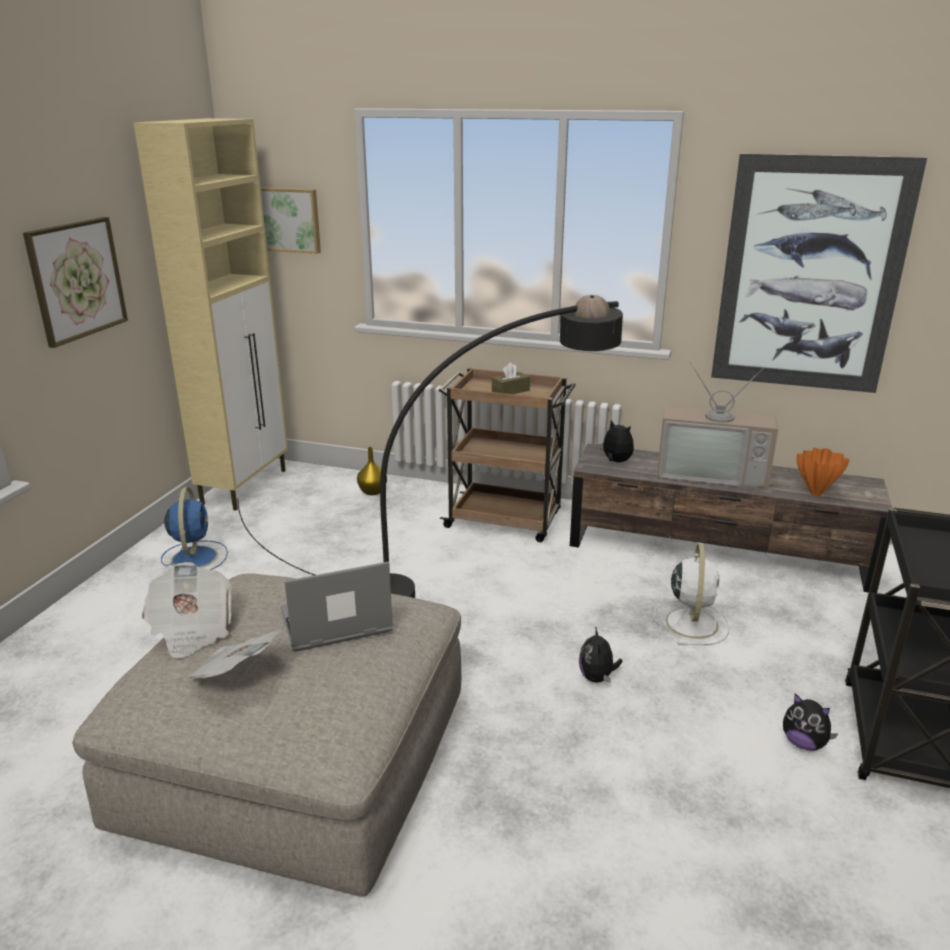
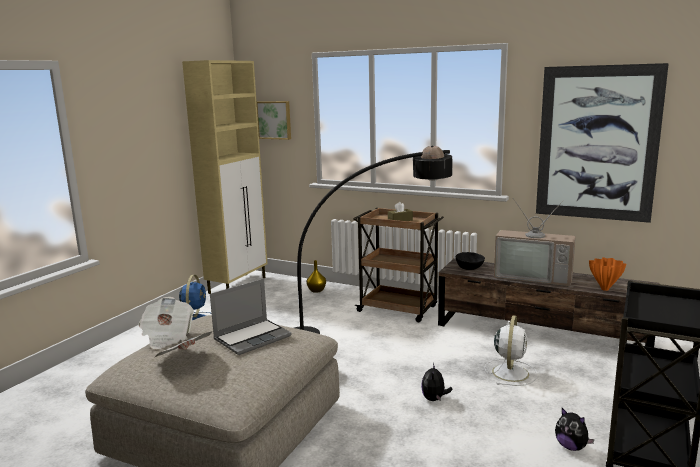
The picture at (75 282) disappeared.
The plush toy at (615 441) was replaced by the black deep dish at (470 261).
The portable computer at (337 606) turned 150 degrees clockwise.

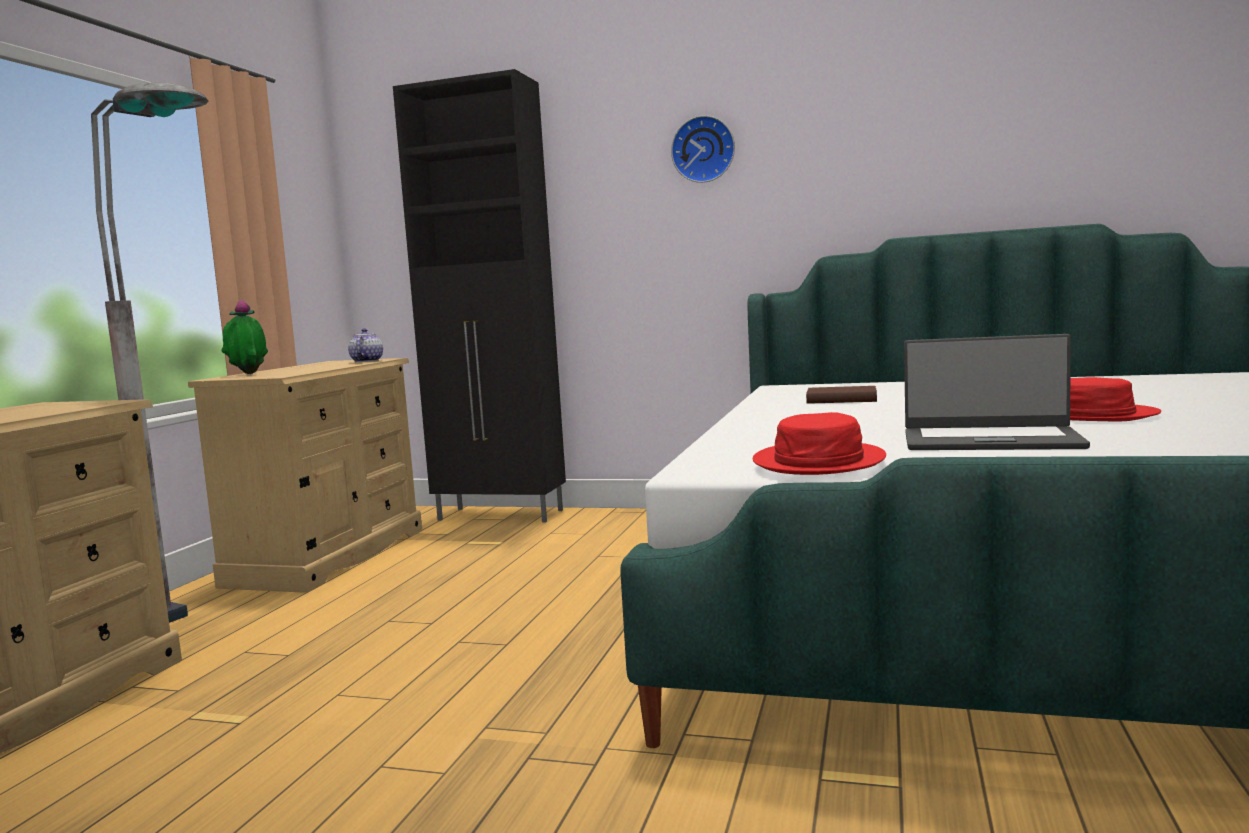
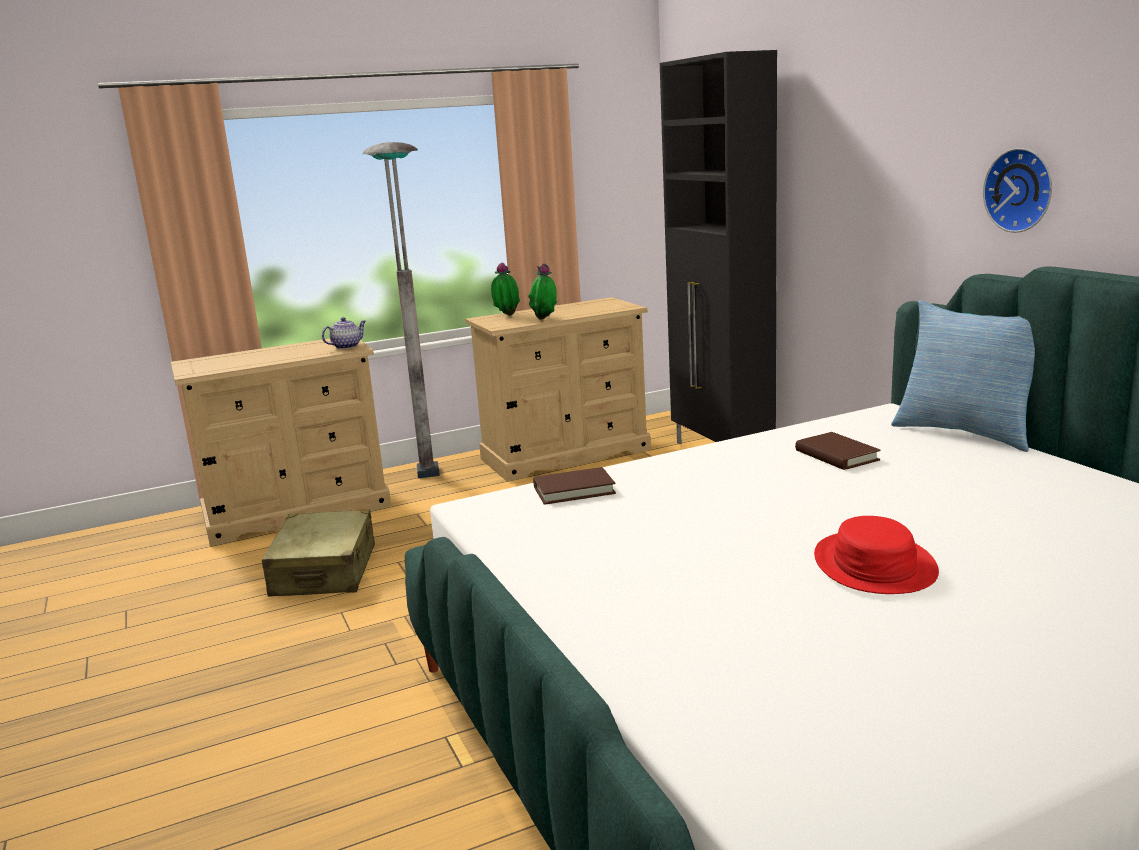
The hanging clock moved from (703 149) to (1017 190).
The teapot moved from (365 345) to (344 333).
The portable computer at (997 392) disappeared.
The red-coloured clothing hat at (819 443) disappeared.
The houseplant at (542 291) appeared.
The throw pillow at (963 376) appeared.
The brown book at (574 486) appeared.
The beige-coloured travel case at (318 553) appeared.

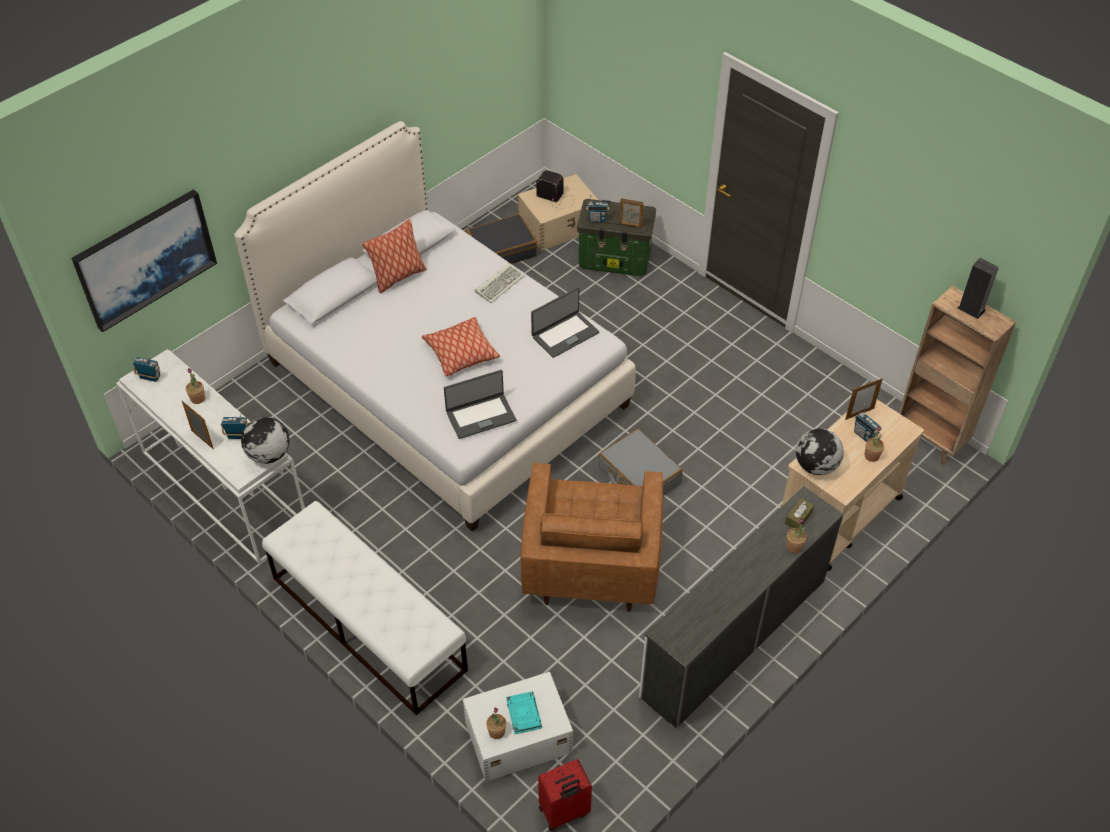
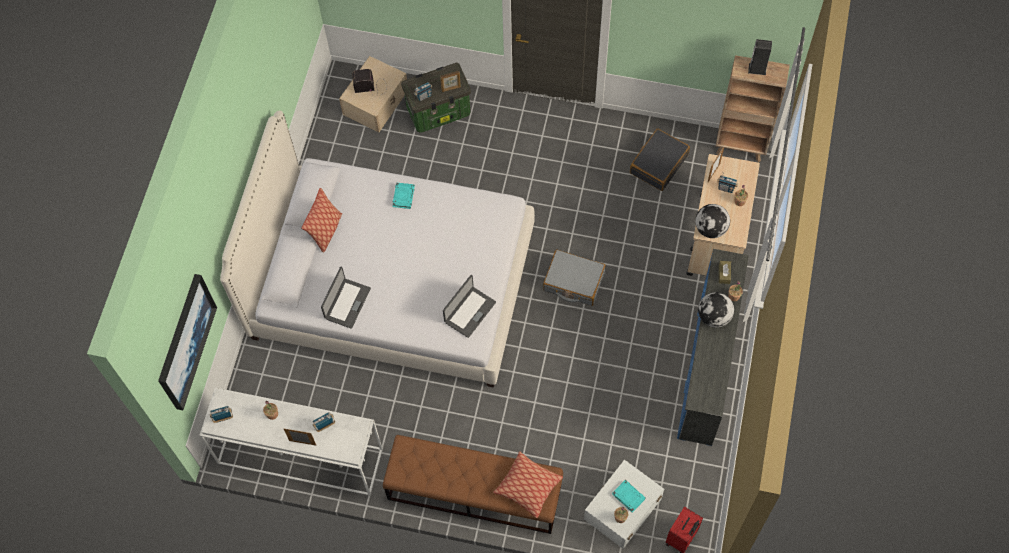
The black travel case moved from (501 239) to (660 159).
The PC keyboard at (500 282) was replaced by the turquoise book at (403 195).
The portable computer moved from (565 322) to (346 297).
The throw pillow moved from (461 346) to (528 484).
The world globe moved from (265 440) to (716 310).
The brown lounge chair at (591 537) disappeared.
The white-coloured chest of drawers at (741 607) became the blue-coloured chest of drawers at (713 347).
The white-coloured long seat at (365 608) became the brown long seat at (473 484).

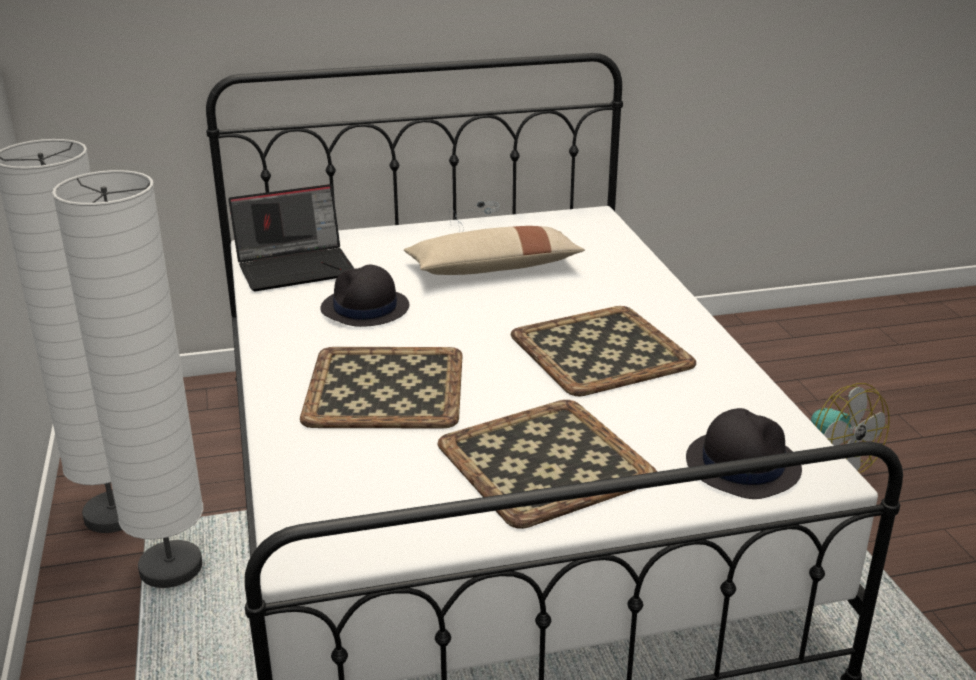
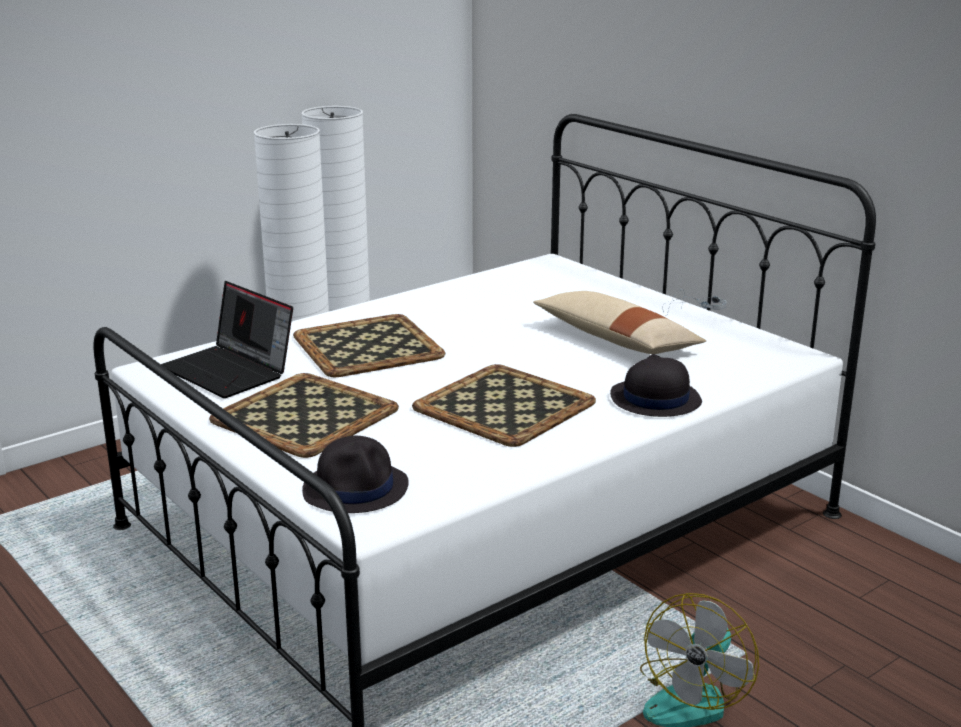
The portable computer moved from (291 237) to (227 339).
The black clothing hat moved from (365 296) to (656 385).

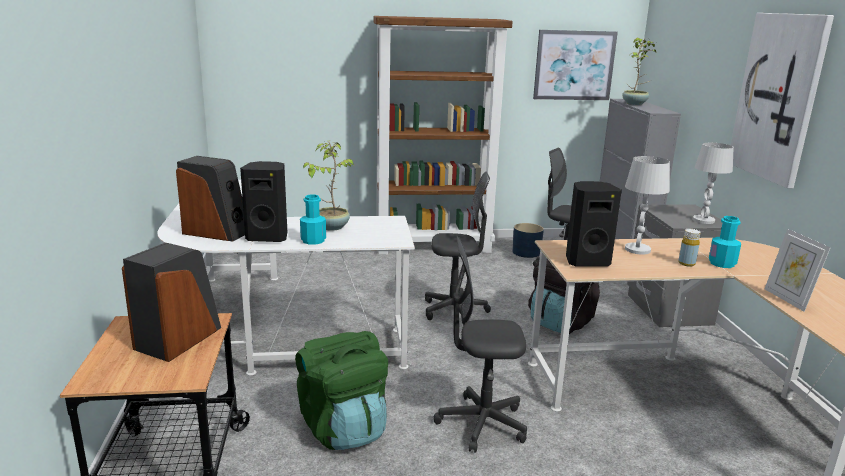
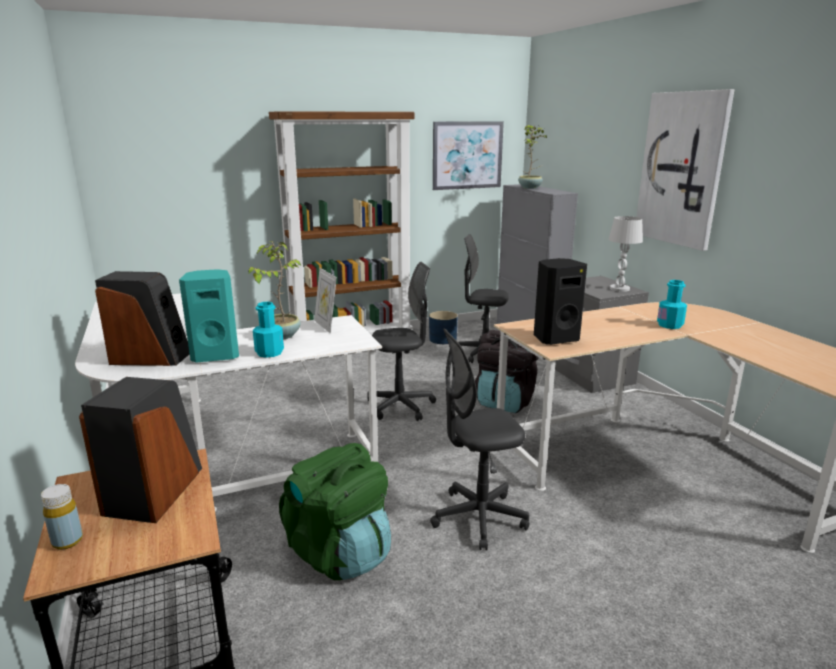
The white-coloured table lamp at (647 205) disappeared.
The black audio speaker at (263 201) became the turquoise audio speaker at (209 316).
The yellow-coloured bottle moved from (689 248) to (62 517).
The standing frame moved from (798 270) to (325 300).

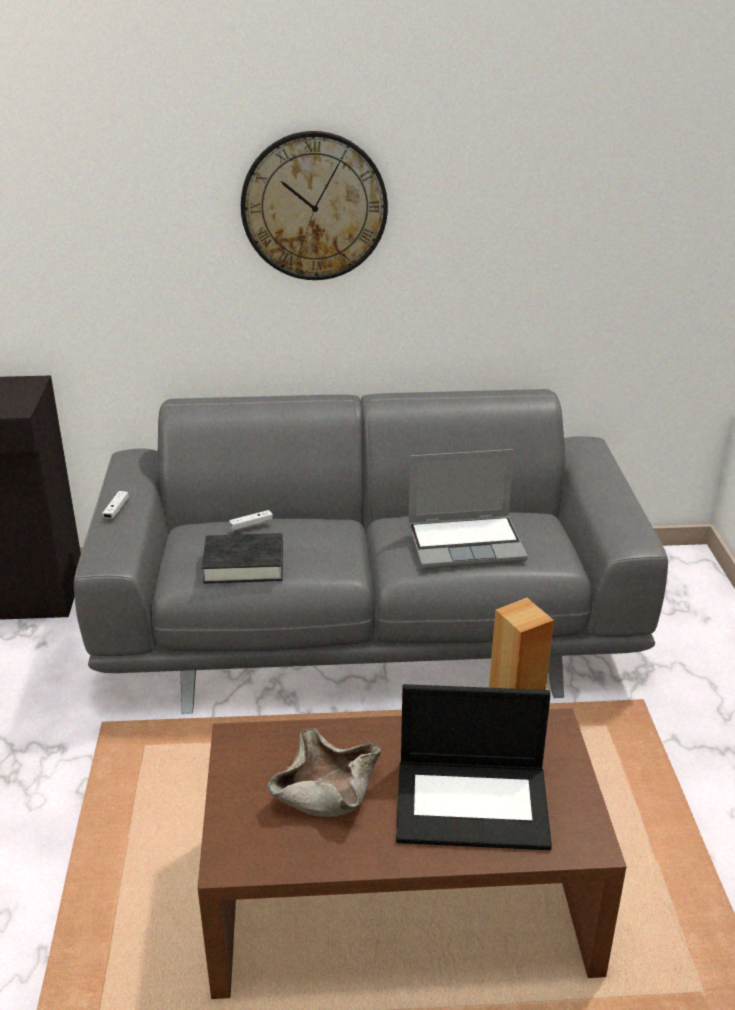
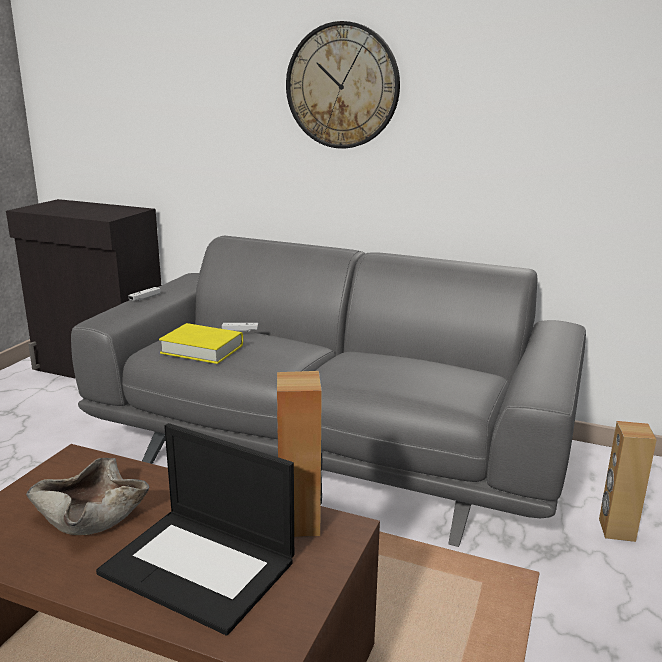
The portable computer at (468 509) disappeared.
The black book at (242 558) became the yellow-coloured book at (201 343).
The brown audio speaker at (628 481) appeared.

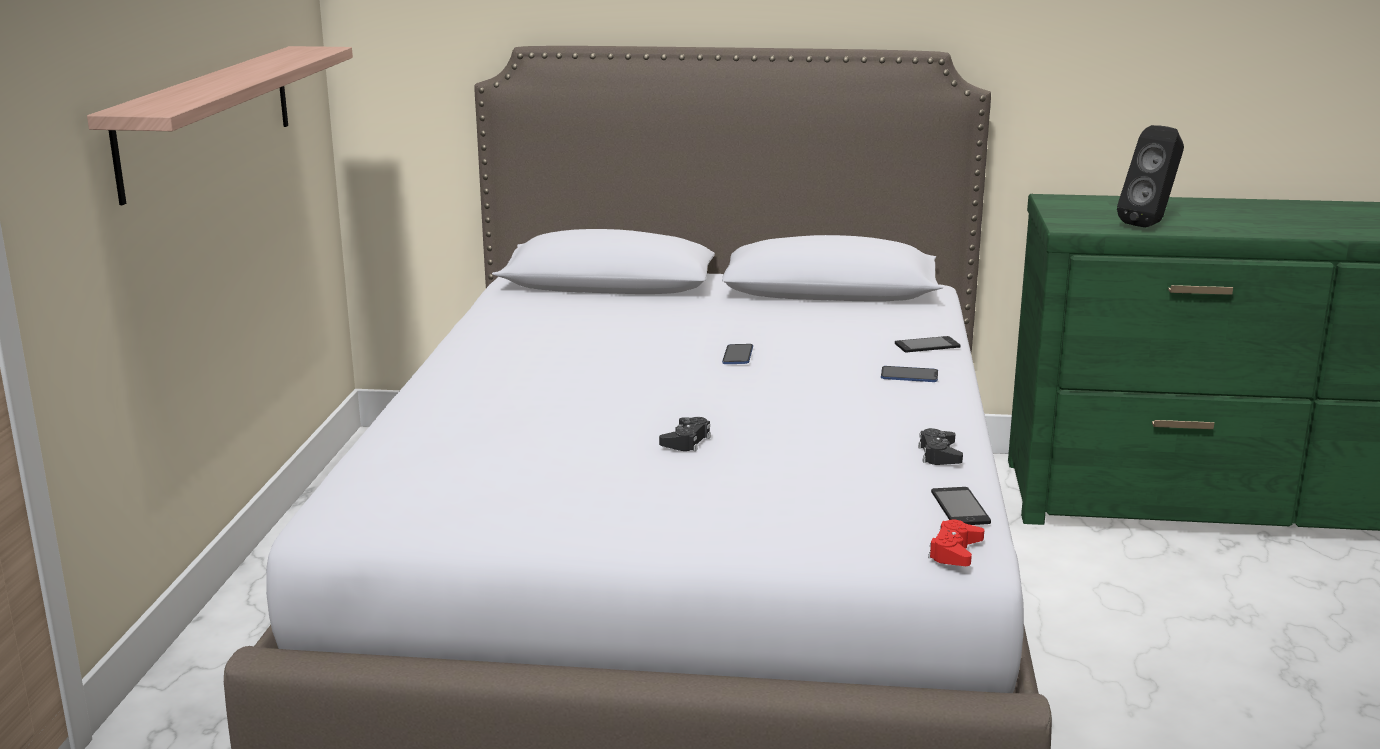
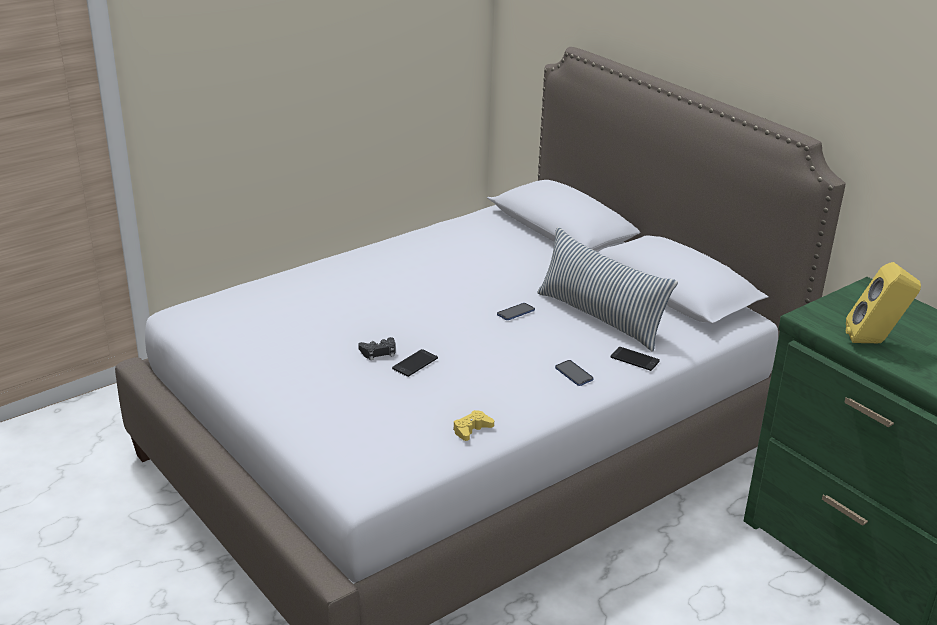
The bracket shelf at (220 125) disappeared.
The black audio speaker at (1150 176) became the yellow-coloured audio speaker at (883 302).
The black joypad at (940 446) became the yellow-coloured joypad at (473 425).
The telephone moved from (961 506) to (415 363).
The red-coloured joypad at (956 543) disappeared.
The throw pillow at (607 289) appeared.

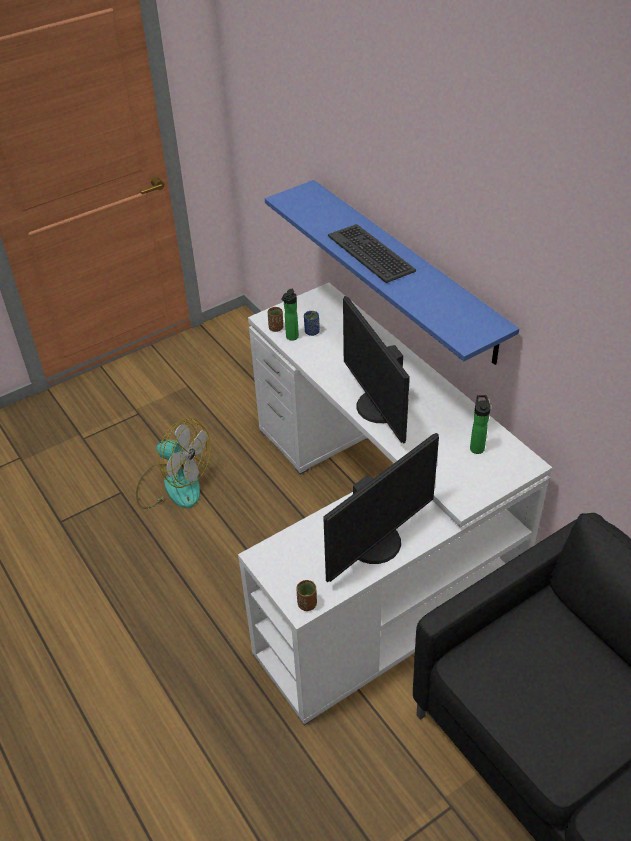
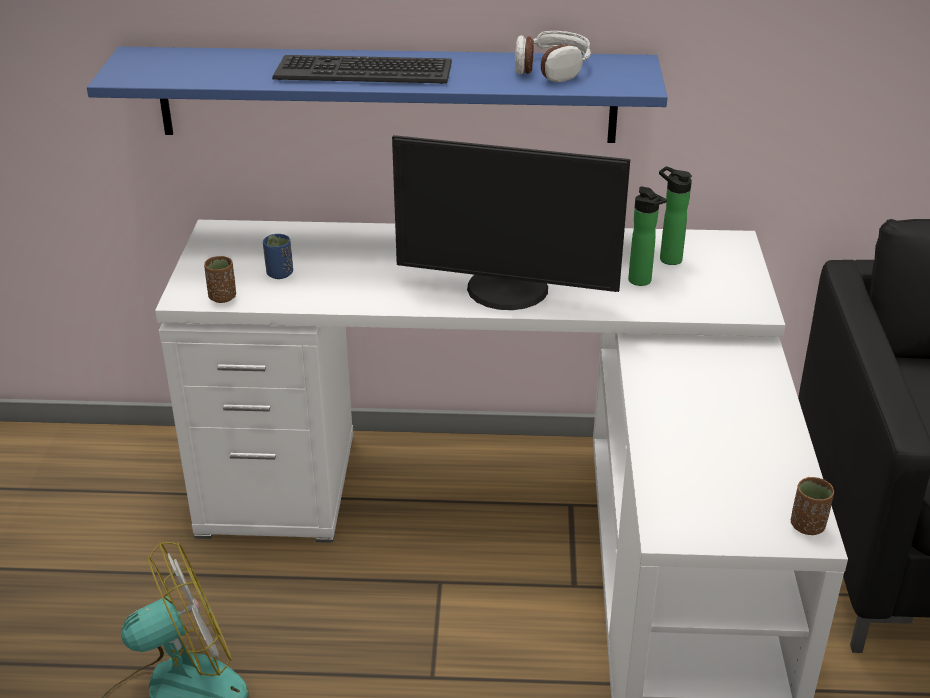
The bottle moved from (290 315) to (647 236).
The computer display at (381 507) disappeared.
The headphones at (553 56) appeared.

